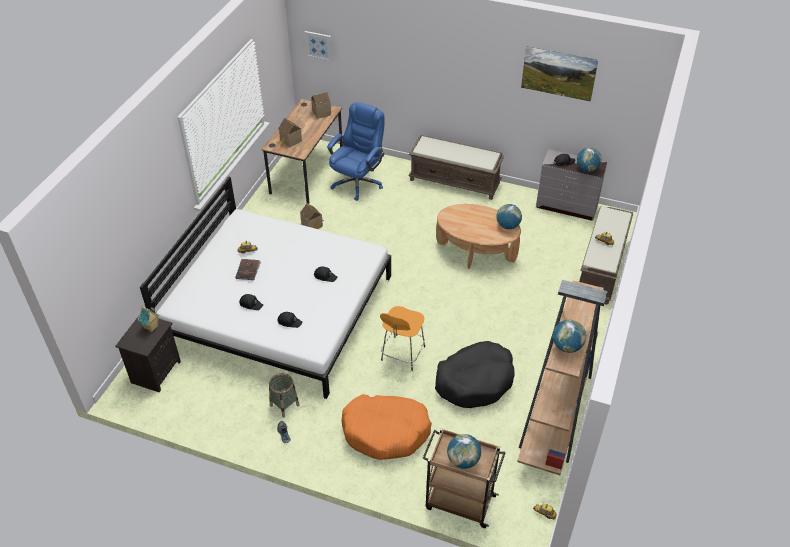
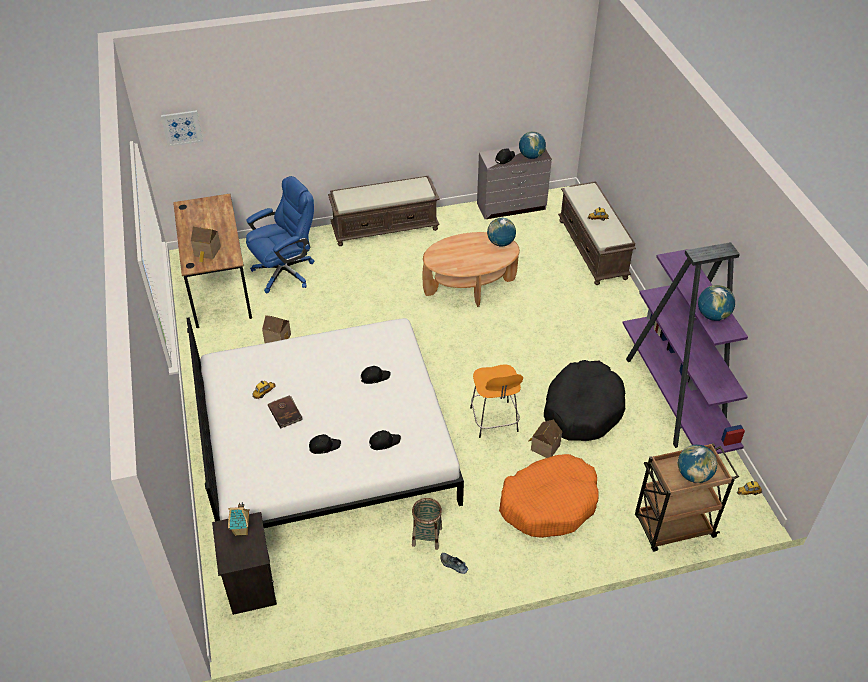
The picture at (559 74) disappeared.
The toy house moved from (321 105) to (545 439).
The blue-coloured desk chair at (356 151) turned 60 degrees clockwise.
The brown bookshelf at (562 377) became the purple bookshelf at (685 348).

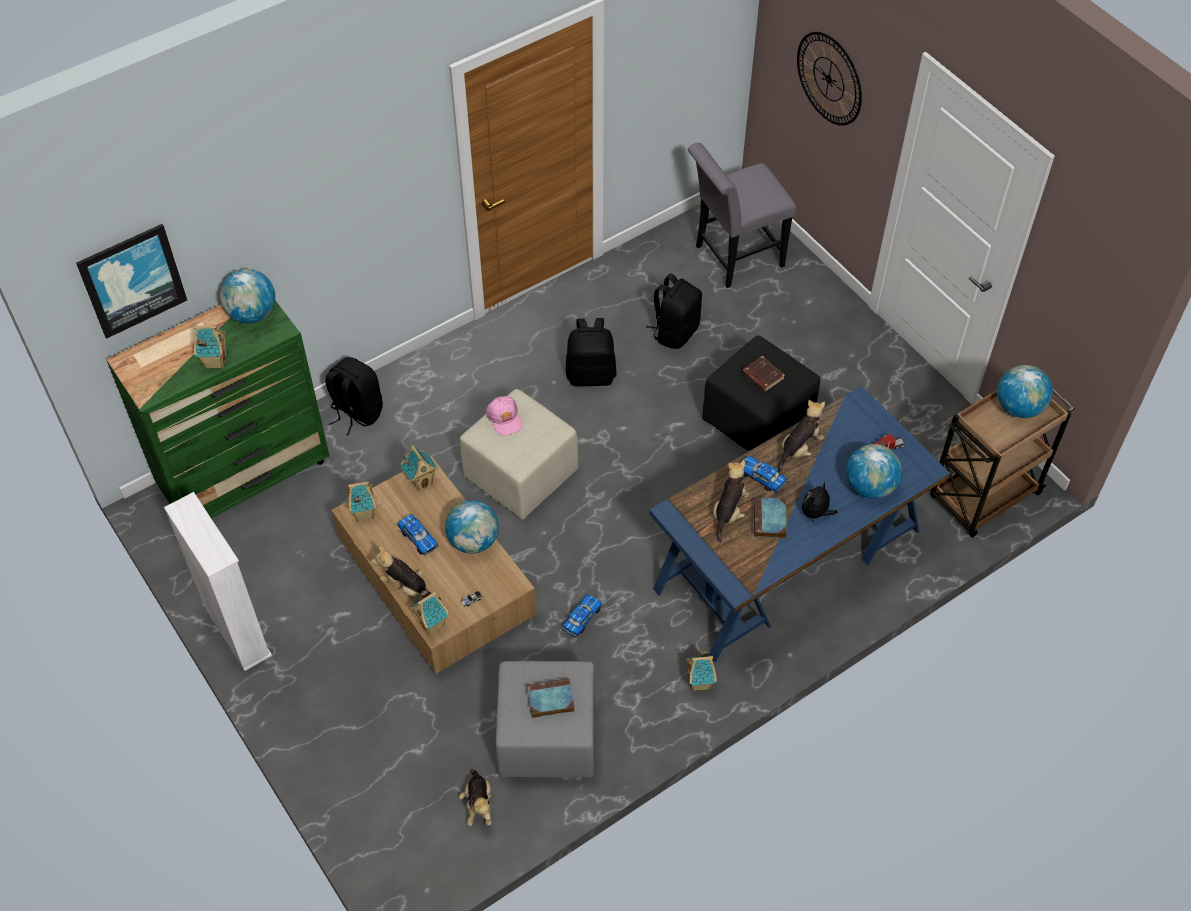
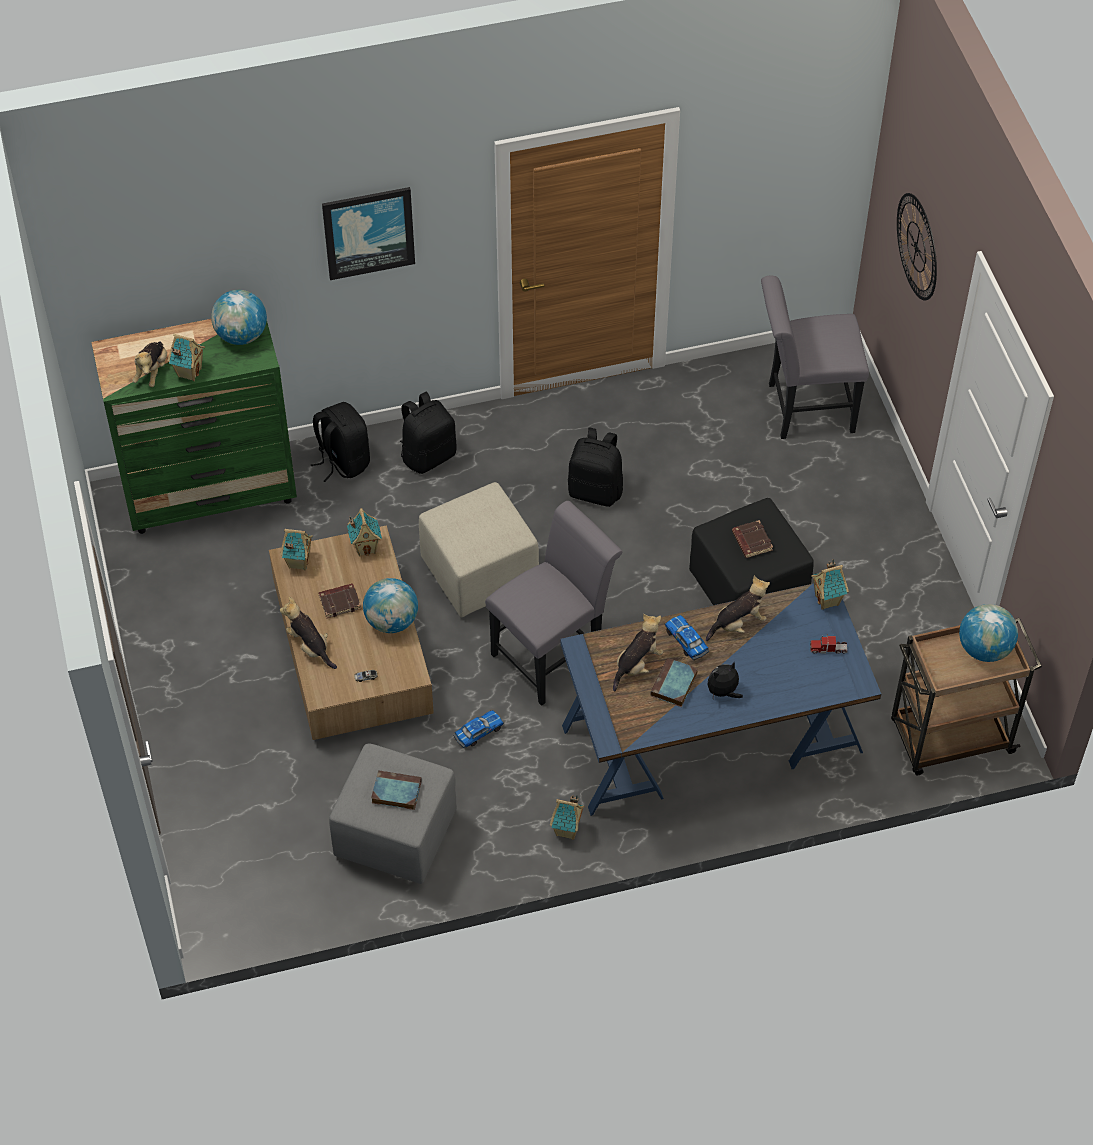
The picture moved from (131 281) to (368 233).
The black knapsack moved from (674 311) to (428 433).
The pinkish baseball cap at (504 416) disappeared.
The world globe at (874 471) disappeared.
The white-coloured bookshelf at (218 581) disappeared.
The miniature car at (418 535) was replaced by the brown book at (339 600).
The toy house moved from (429 611) to (830 584).
The plush toy moved from (475 797) to (149 364).
The greyish chair at (553 603) appeared.

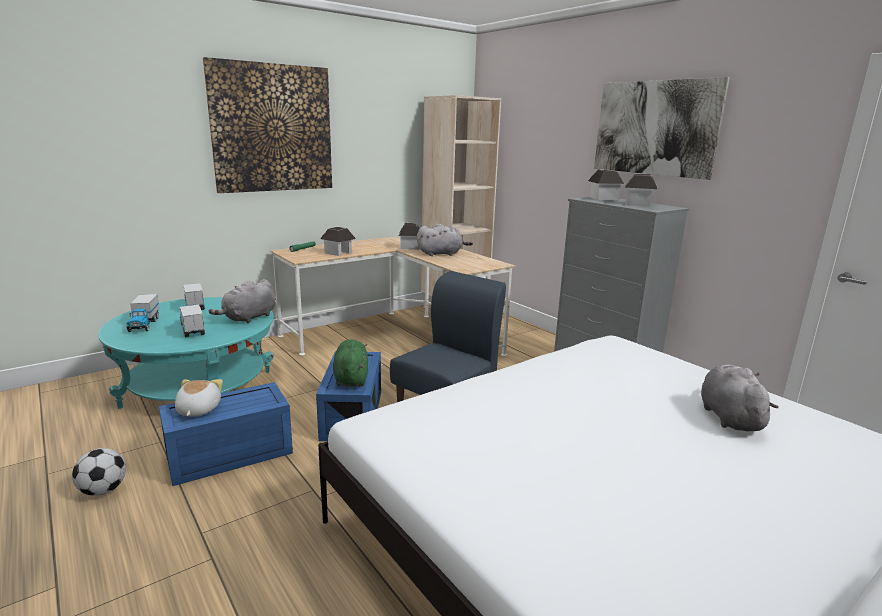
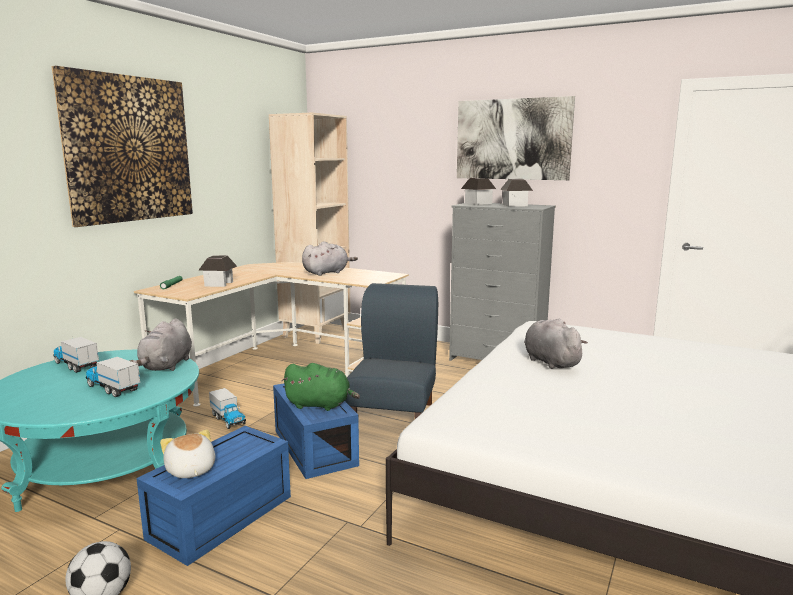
The toy house at (409 235) disappeared.
The toy lorry moved from (143 313) to (227 408).
The green-coloured plush toy at (350 363) turned 135 degrees clockwise.
The greyish plush toy moved from (739 397) to (555 344).

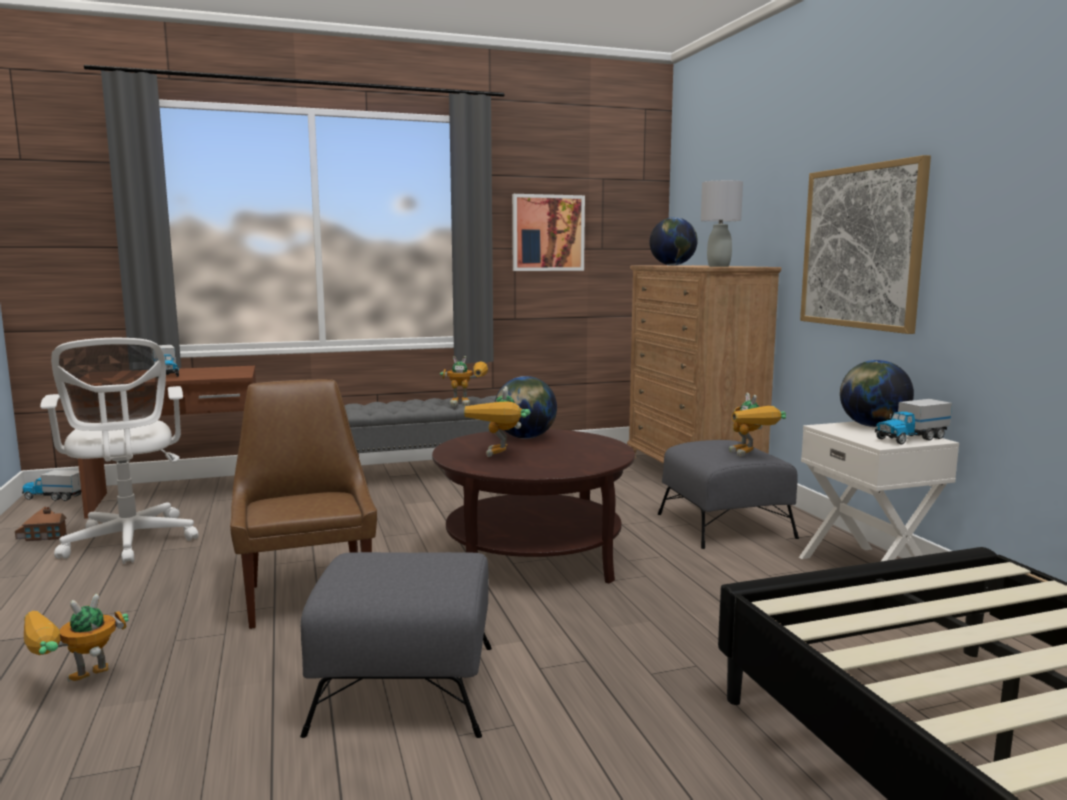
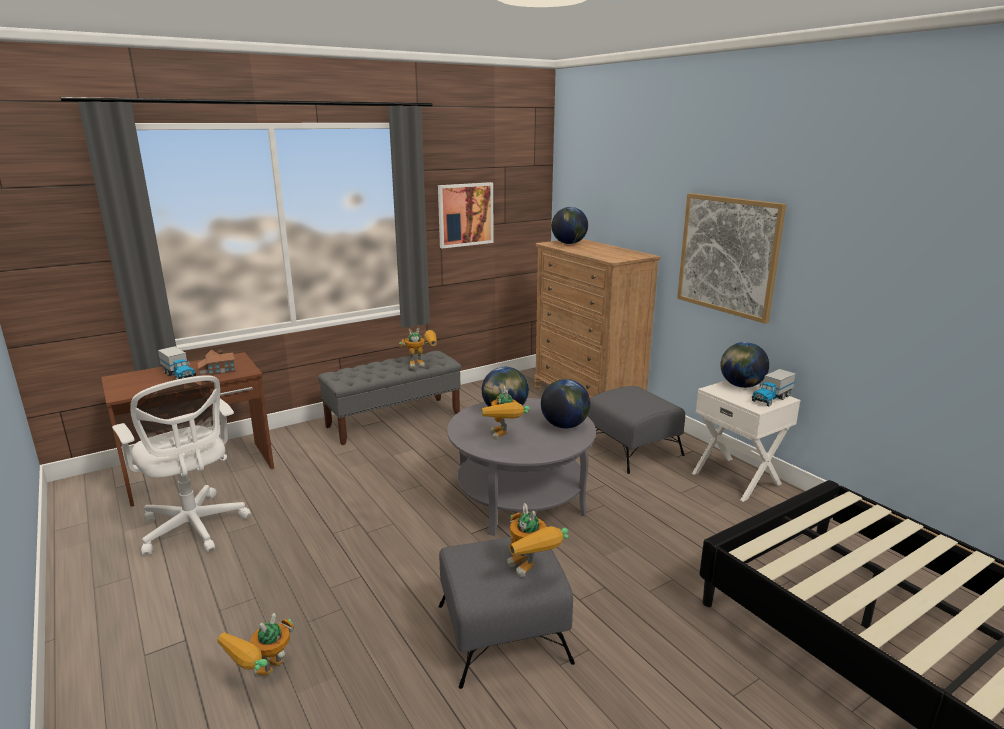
The greyish table lamp at (722 223) disappeared.
The brown chair at (303 504) disappeared.
The toy robot moved from (757 424) to (537 540).
The brown coffee table at (533 506) became the greyish coffee table at (521 467).
The toy lorry at (51 485) disappeared.
The toy house moved from (41 524) to (216 362).
The world globe at (565 404) appeared.

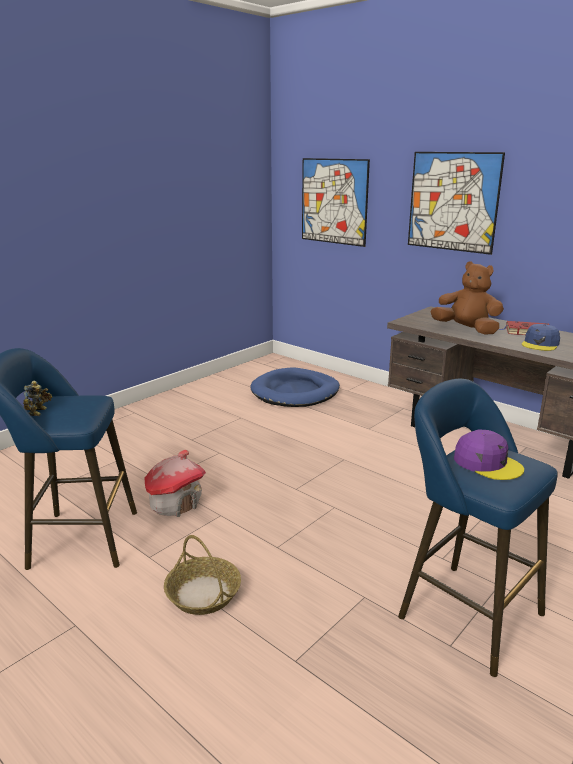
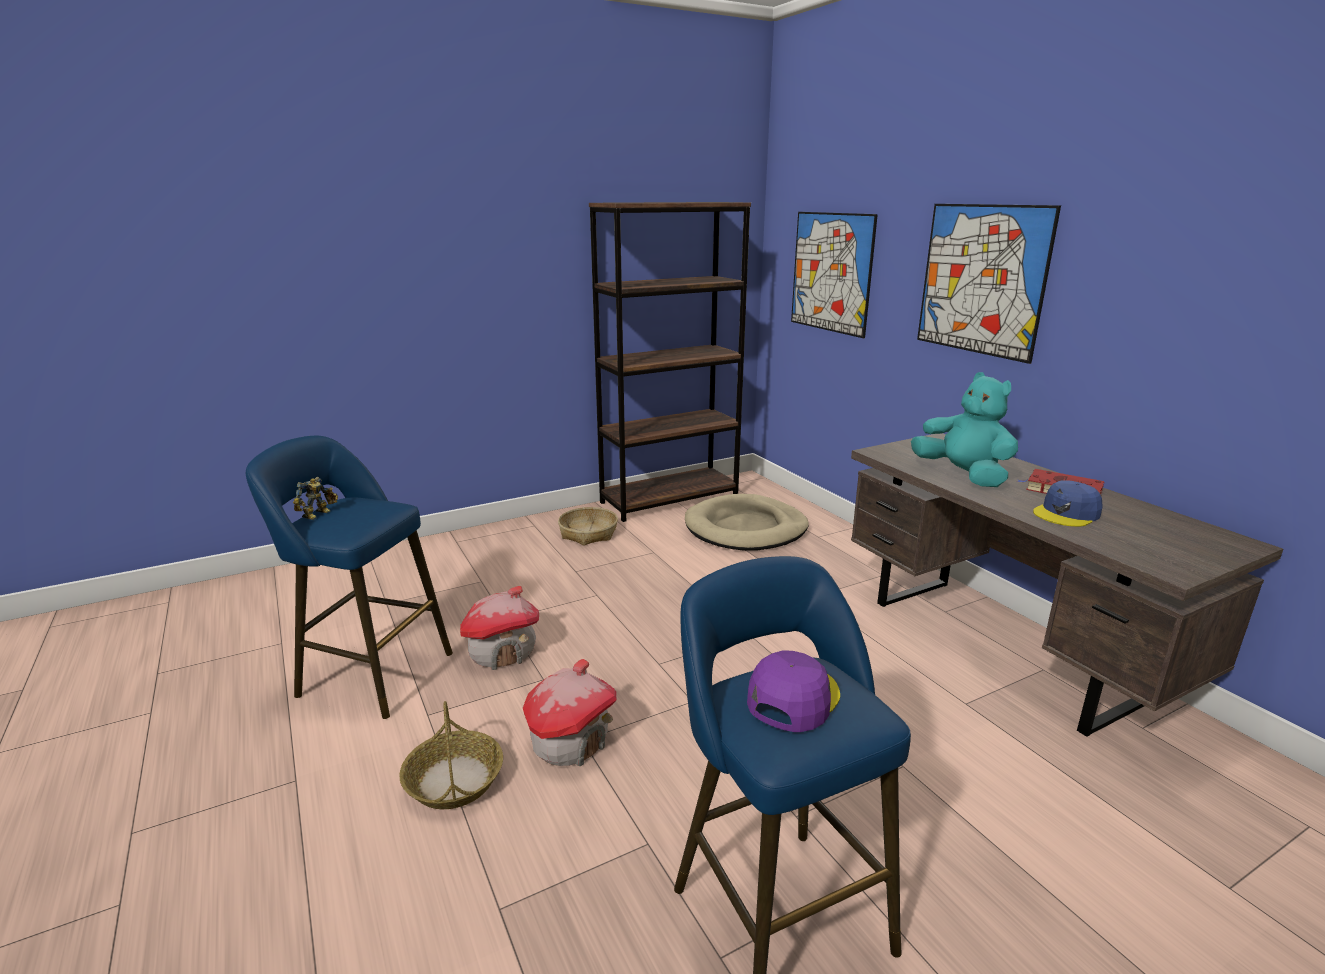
The brown plush toy at (467 298) became the turquoise plush toy at (964 429).
The blue-coloured dog cushion at (295 387) became the beige-coloured dog cushion at (747 522).
The purple baseball cap at (489 455) turned 120 degrees counterclockwise.
The brown bookshelf at (670 362) appeared.
The basket at (588 526) appeared.
The toy house at (570 712) appeared.

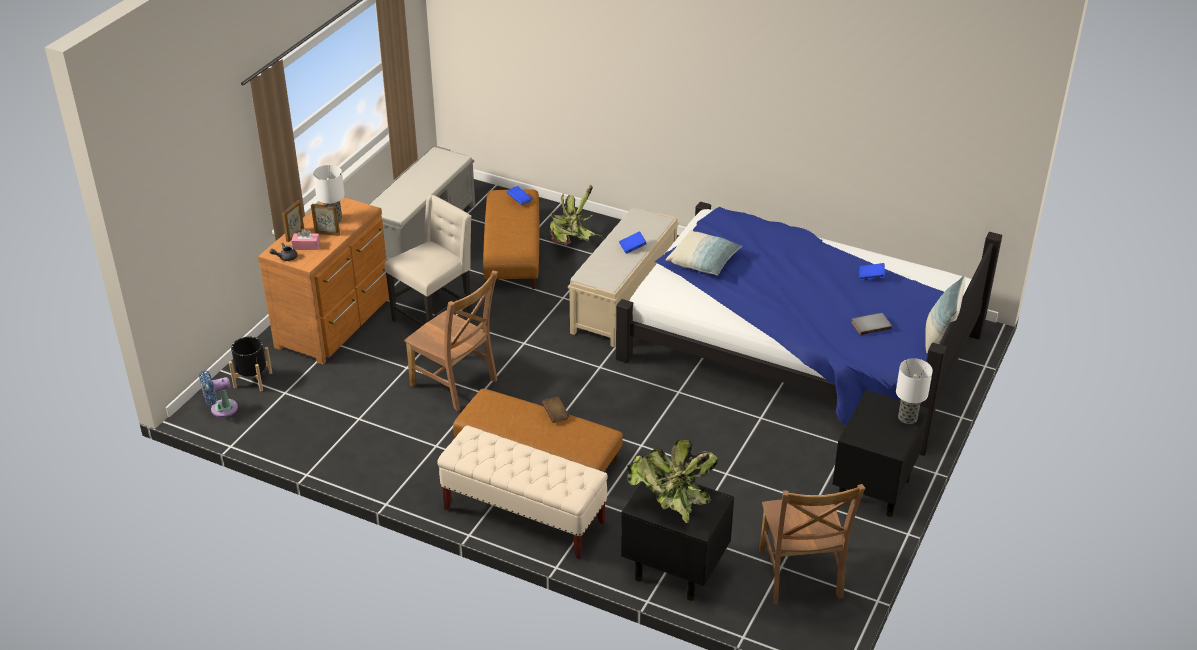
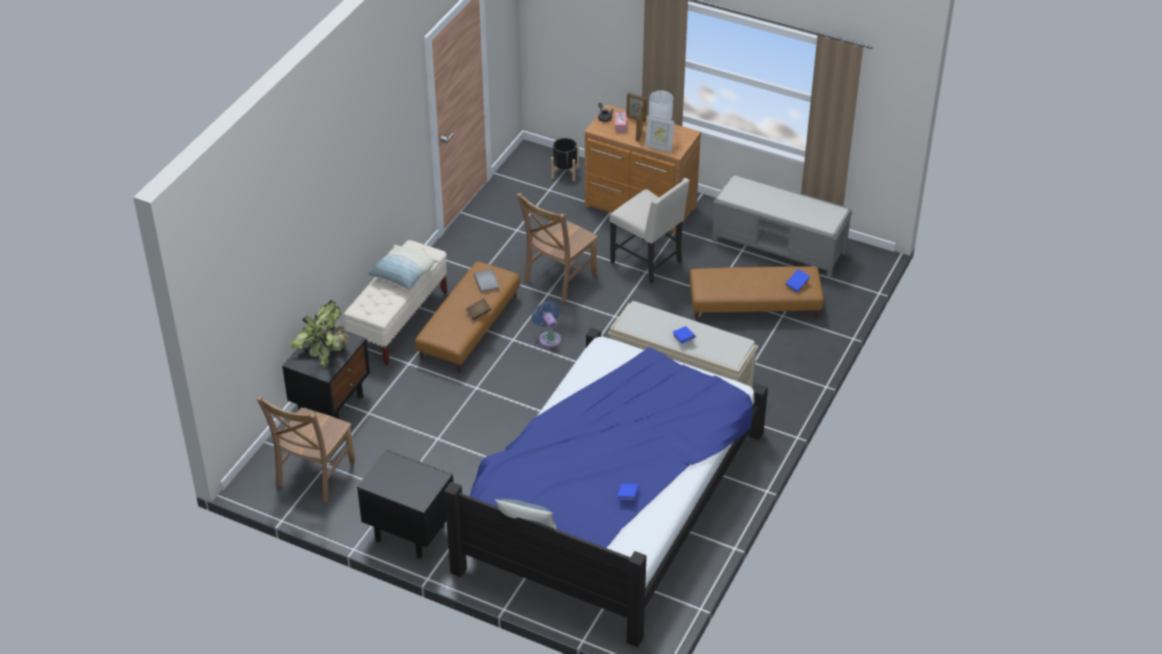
The houseplant at (576 215) disappeared.
The throw pillow moved from (704 253) to (403 268).
The greyish book moved from (871 324) to (486 281).
The table lamp at (914 391) disappeared.
The blue-coloured cooling fan moved from (218 394) to (546 324).
The brown chair at (812 544) turned 60 degrees counterclockwise.
The standing frame at (660 133) appeared.

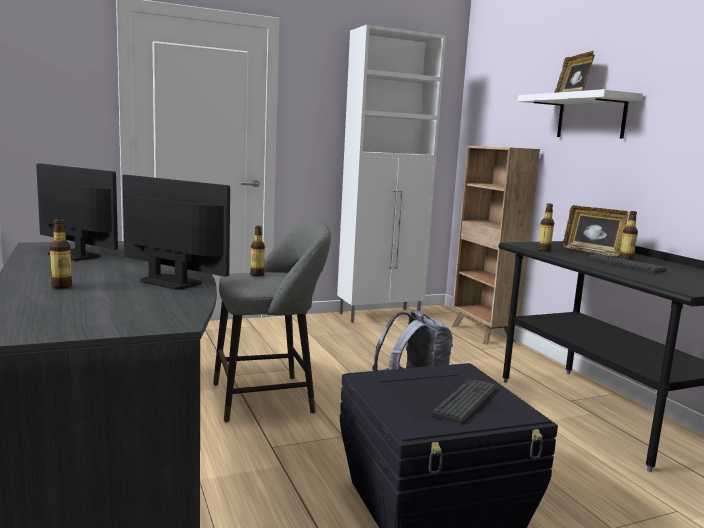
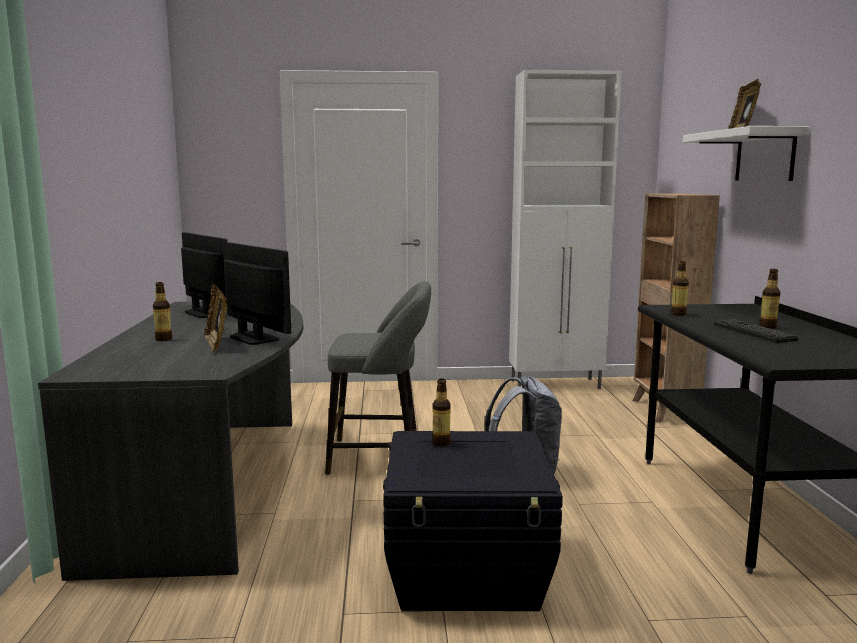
The standing frame moved from (595 231) to (215 318).
The bottle moved from (257 251) to (441 412).
The PC keyboard at (464 402) disappeared.

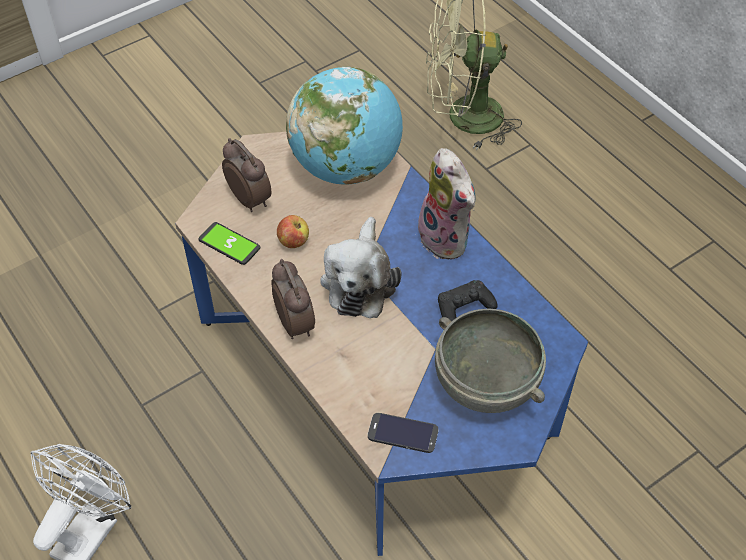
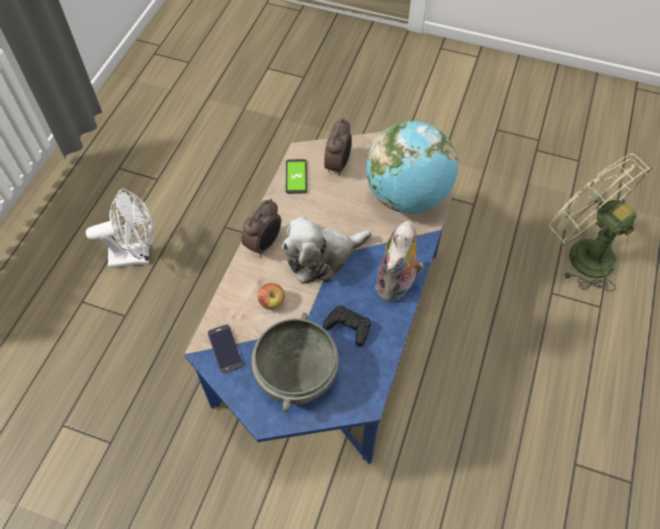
The apple fruit moved from (293 231) to (271 296).

